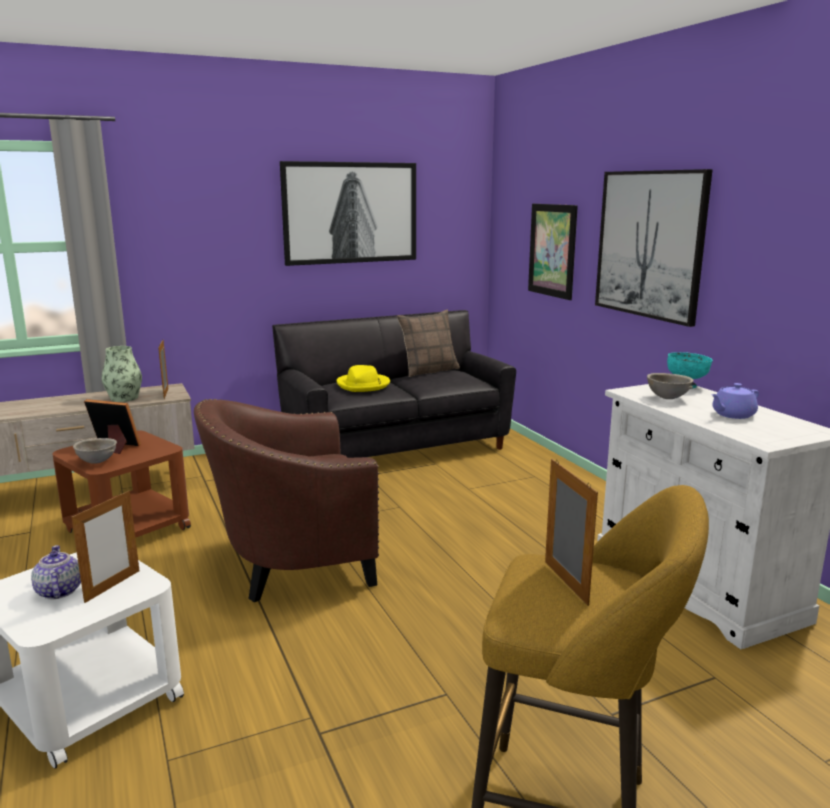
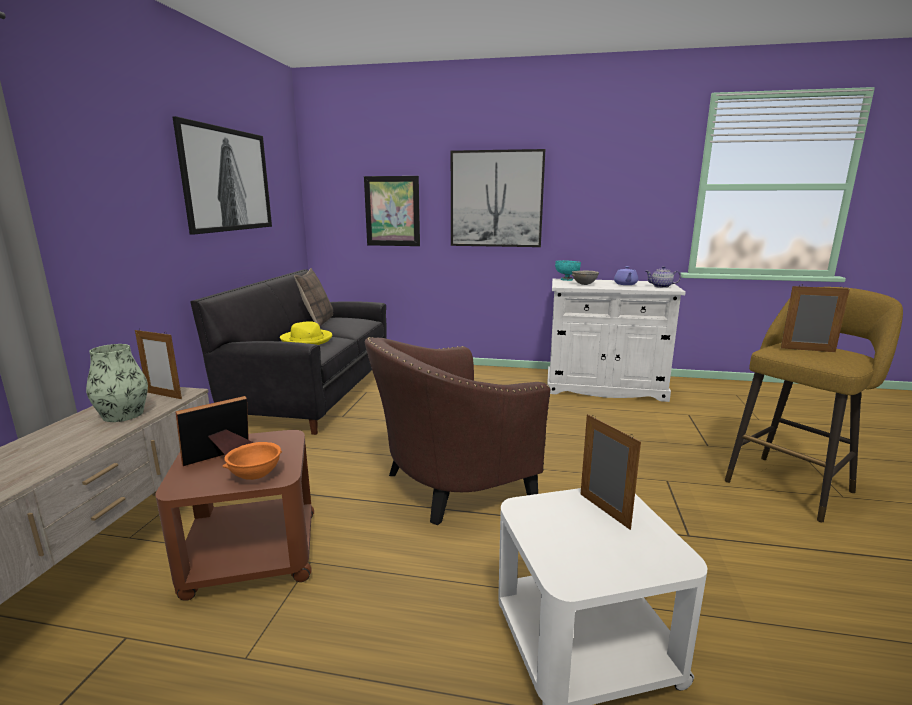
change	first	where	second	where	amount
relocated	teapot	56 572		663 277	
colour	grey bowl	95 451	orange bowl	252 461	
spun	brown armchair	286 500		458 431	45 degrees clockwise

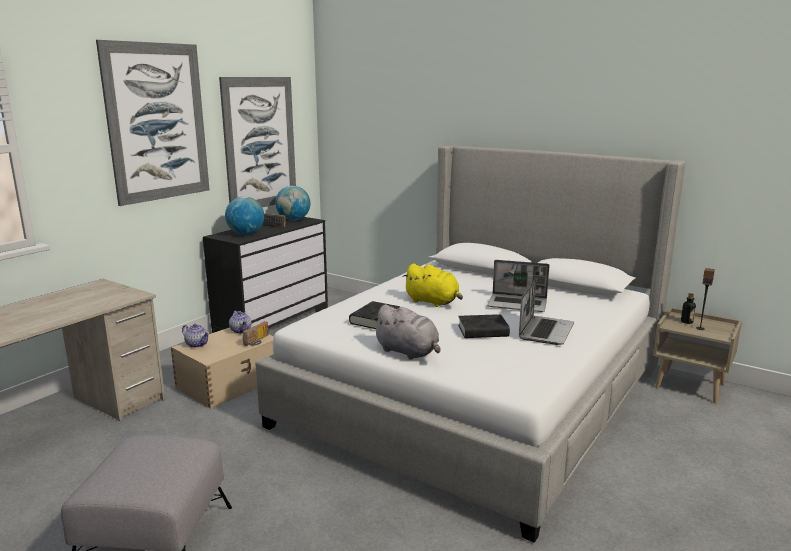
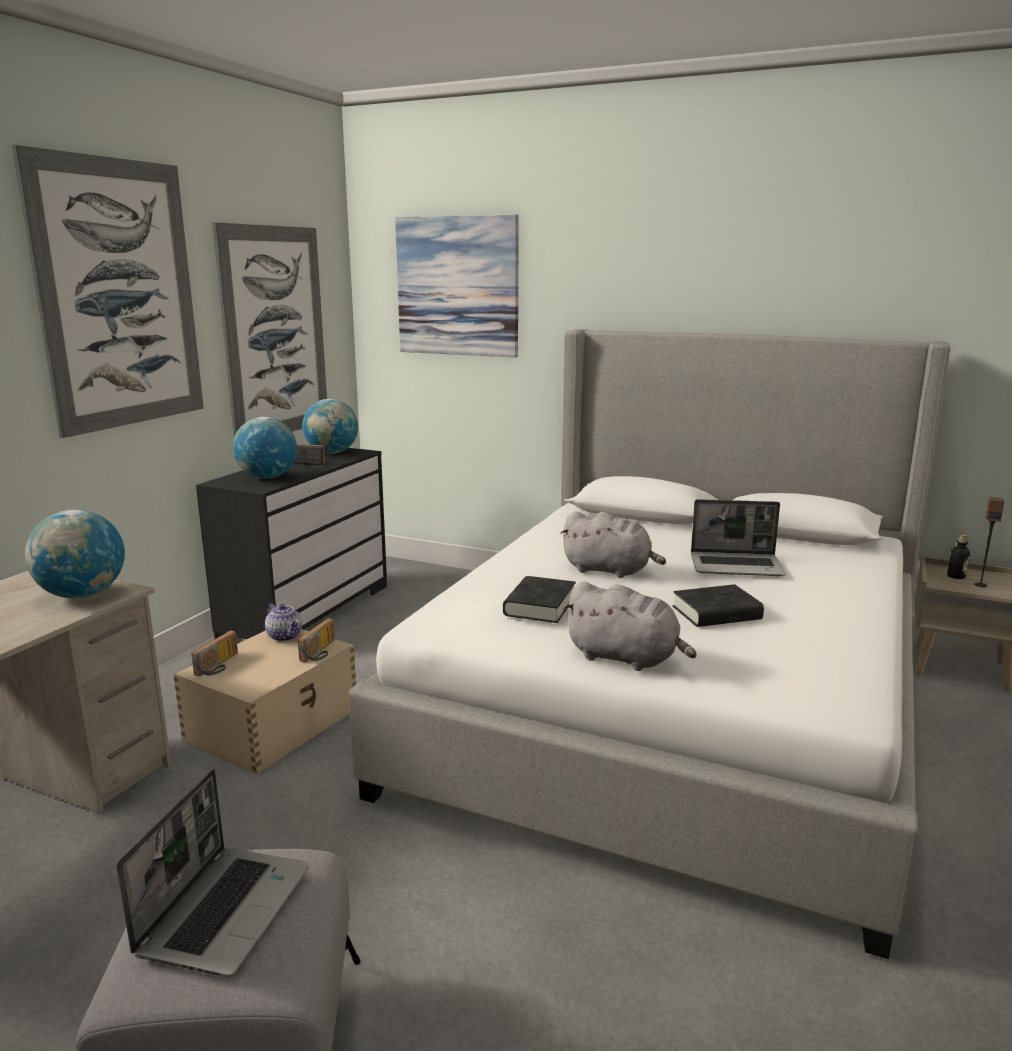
change	first	where	second	where	amount
appeared			globe	75 554	
appeared			picture	457 286	
relocated	laptop	546 312		213 873	
exchanged	teapot	196 336	radio	214 653	
colour	yellow plush toy	432 285	grey plush toy	613 545	

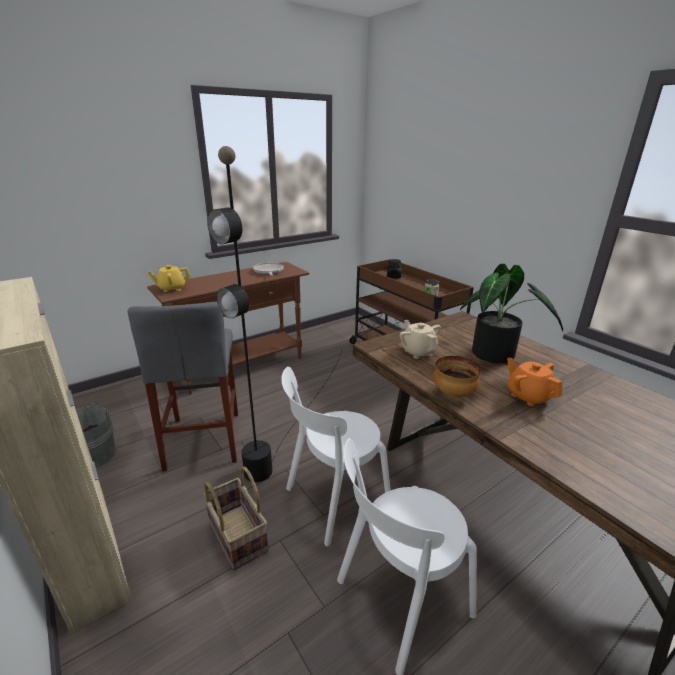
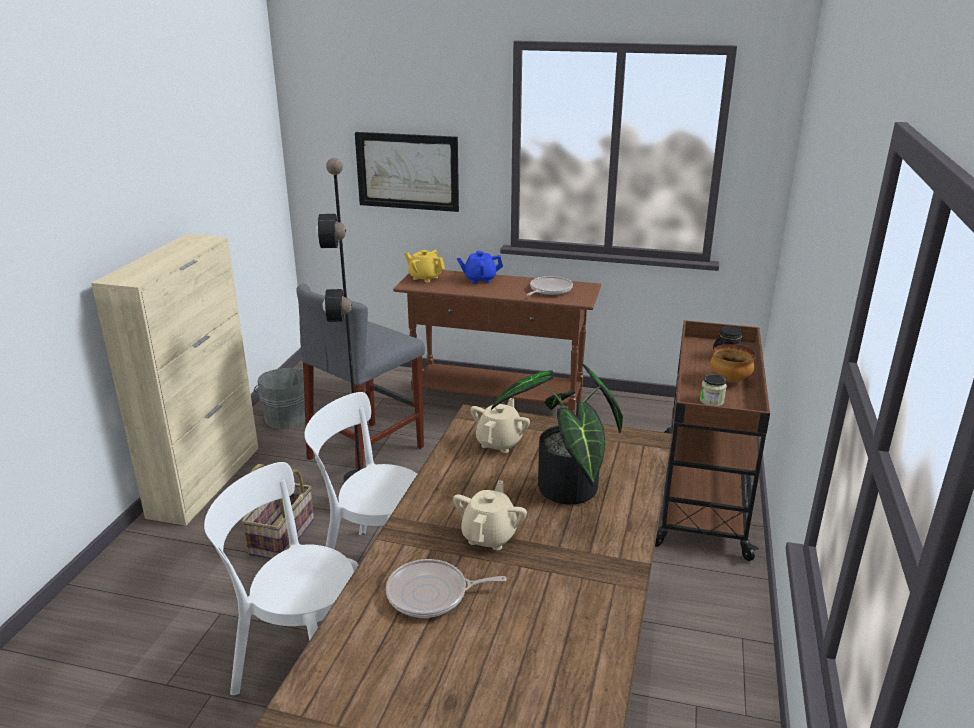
change	first	where	second	where	amount
appeared			picture	407 172	
appeared			frying pan	446 588	
appeared			blue teapot	480 267	
relocated	bowl	457 377		733 363	
colour	orange teapot	534 382	beige teapot	490 515	

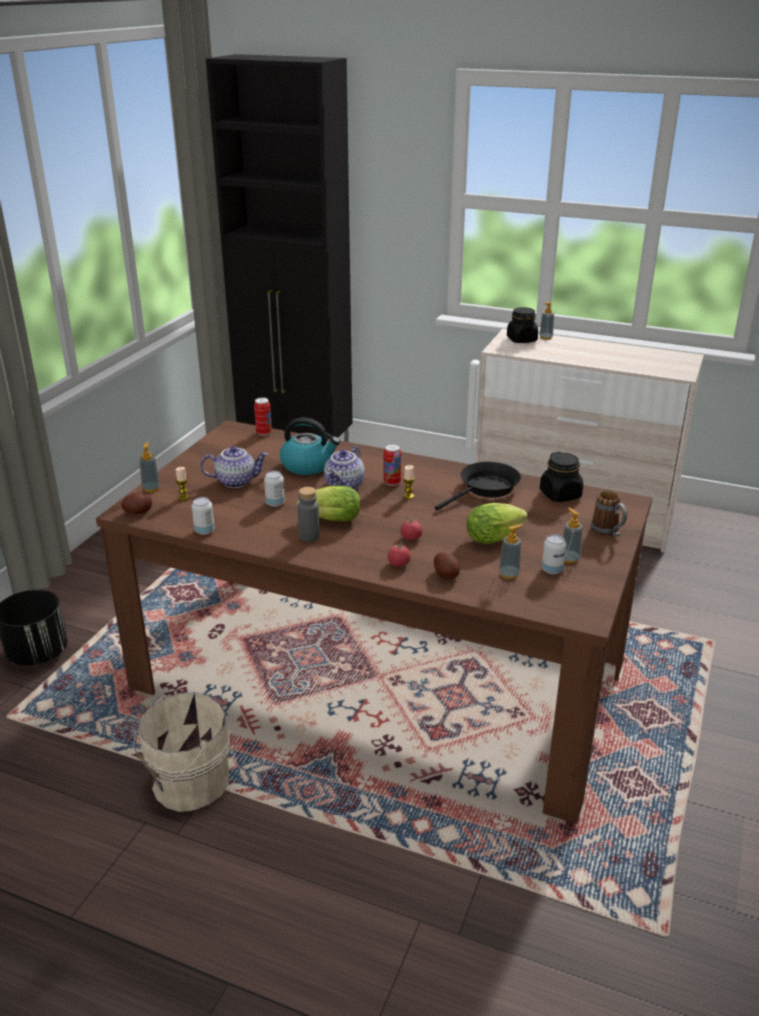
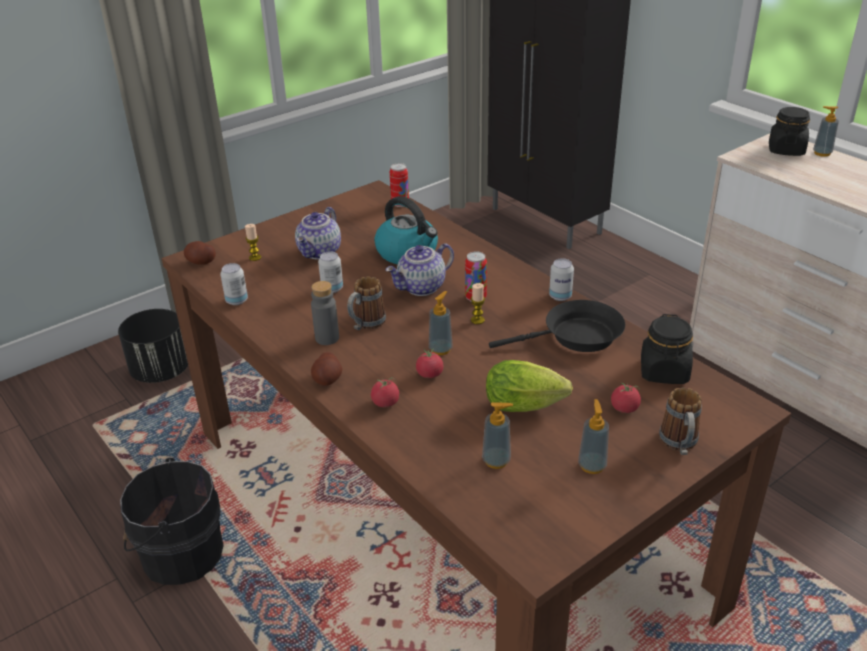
change	first	where	second	where	amount
appeared			tomato	626 398	
relocated	soap dispenser	149 467		441 323	
relocated	potato	447 565		326 369	
relocated	can	554 554		561 279	
exchanged	lettuce	328 503	mug	366 303	
colour	beige bucket	181 752	black bucket	172 521	
spun	teapot	234 467		318 233	90 degrees clockwise

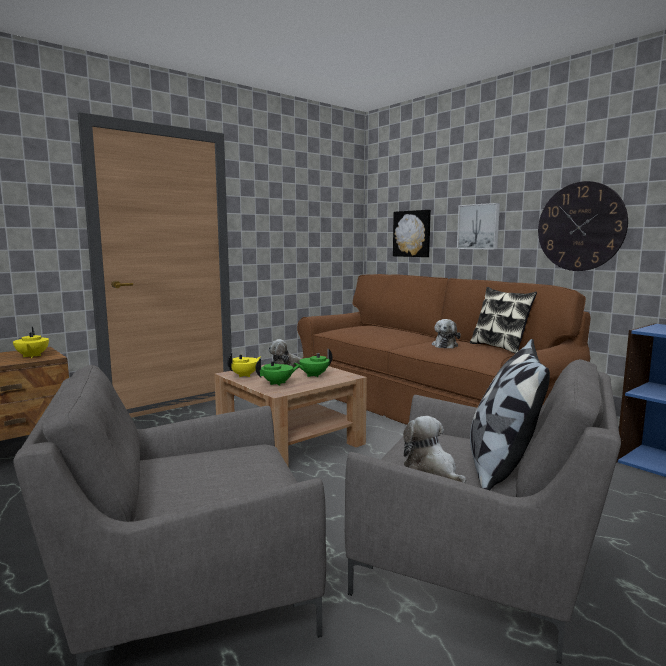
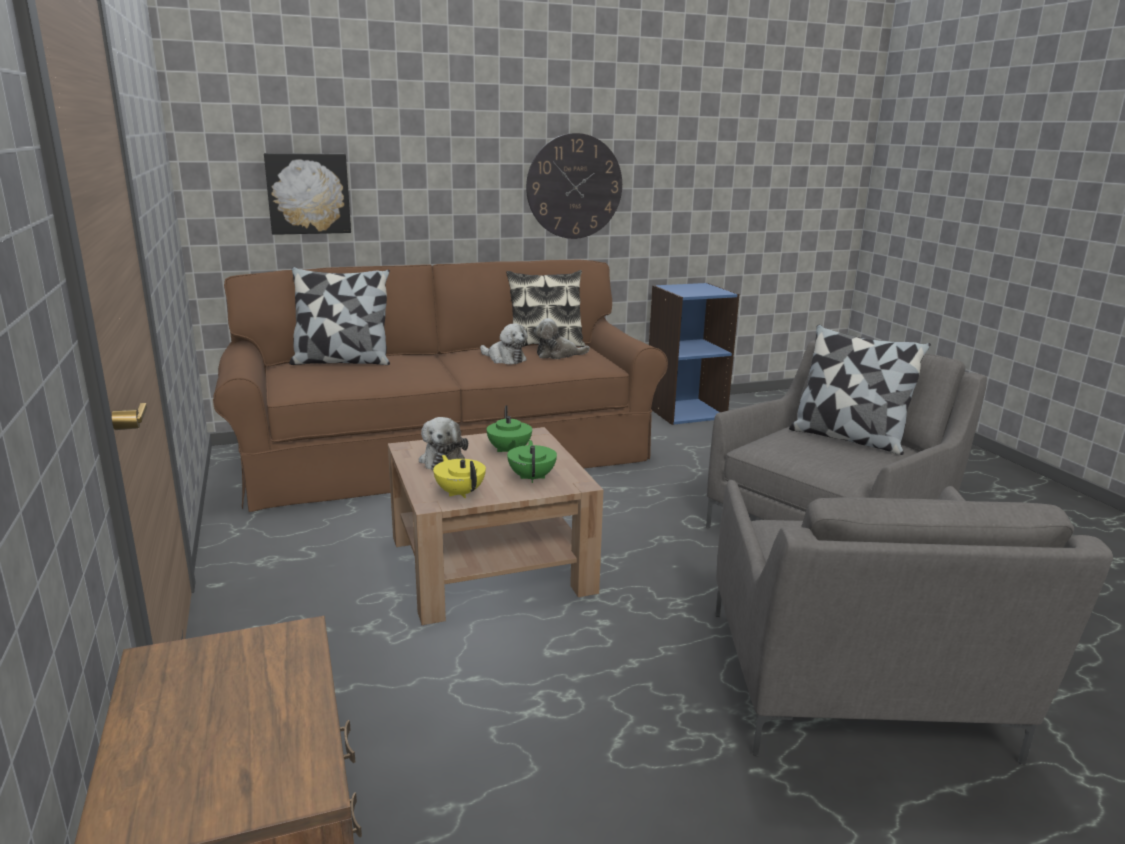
change	first	where	second	where	amount
missing	yellow teapot	31 342			
missing	picture	478 226			
appeared			pillow	339 316	
relocated	plush toy	434 449		562 338	

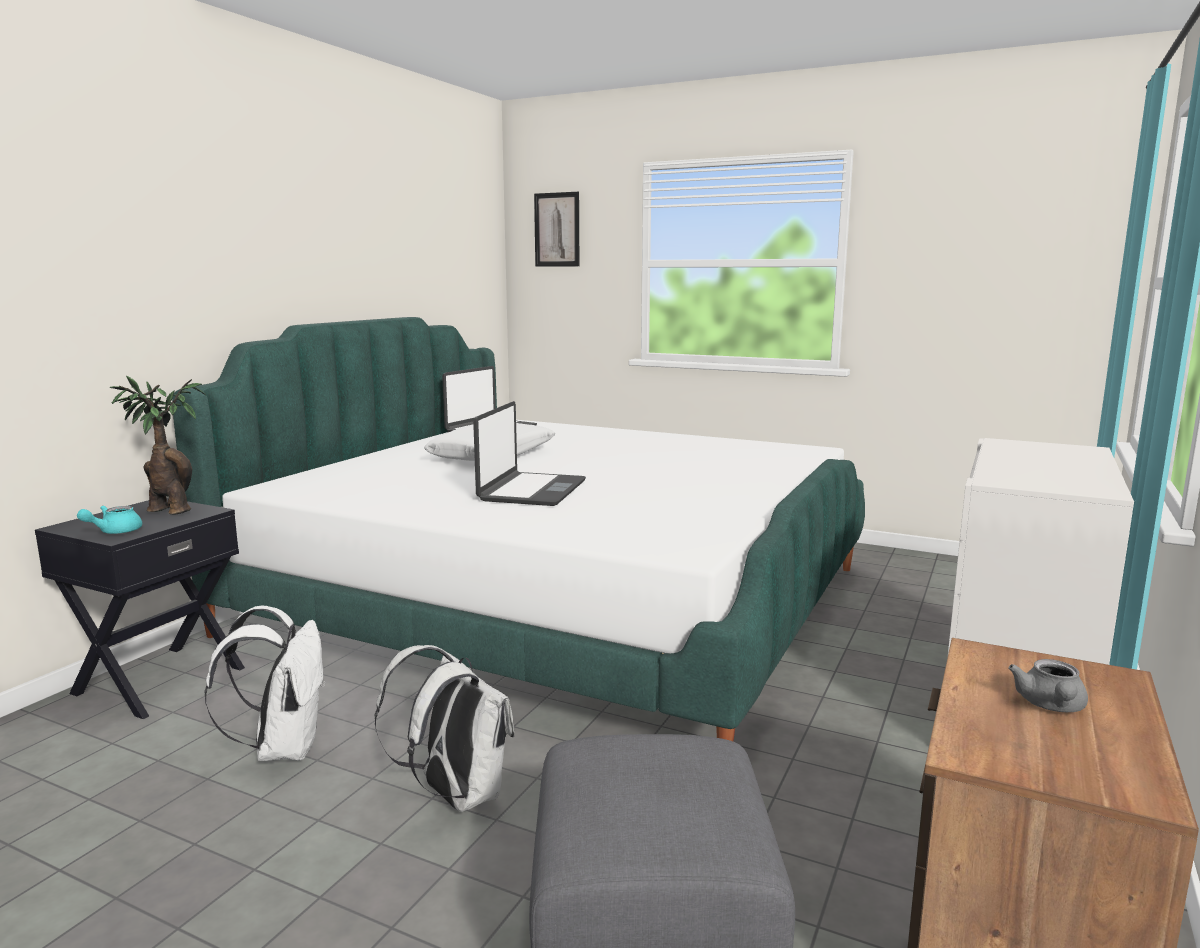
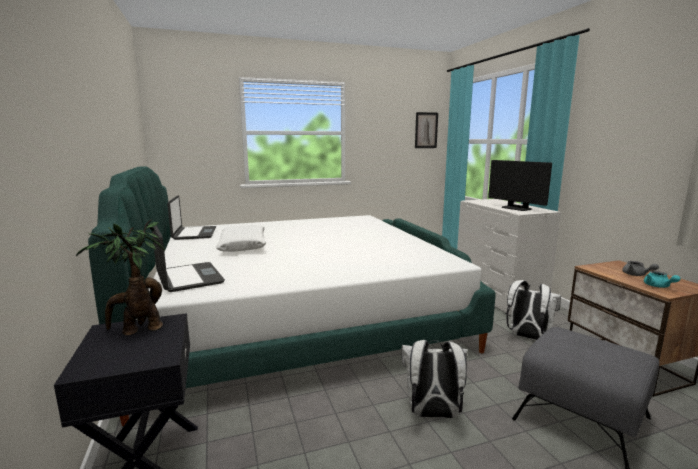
change	first	where	second	where	amount
appeared			monitor	520 185	
relocated	turquoise teapot	109 520		662 279	
relocated	white backpack	265 683		533 310	
relocated	laptop	529 453		188 258	
relocated	picture	556 229		426 130	

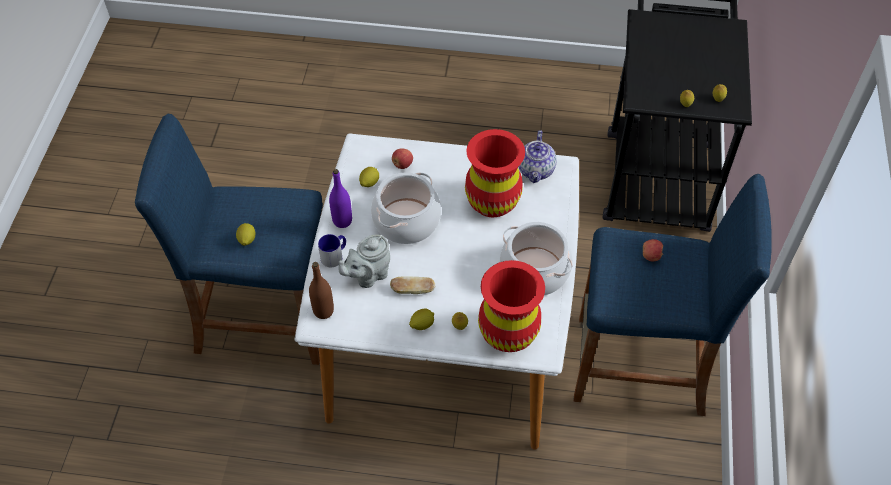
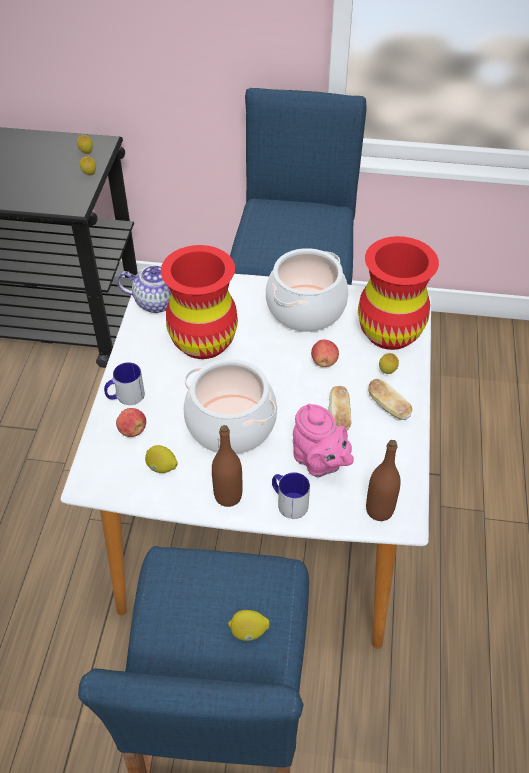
change	first	where	second	where	amount
appeared			mug	124 383	
relocated	apple	653 250		325 353	
exchanged	lemon	421 319	bread	390 399	
colour	purple bottle	340 198	brown bottle	227 466	
colour	grey teapot	364 261	pink teapot	323 440	

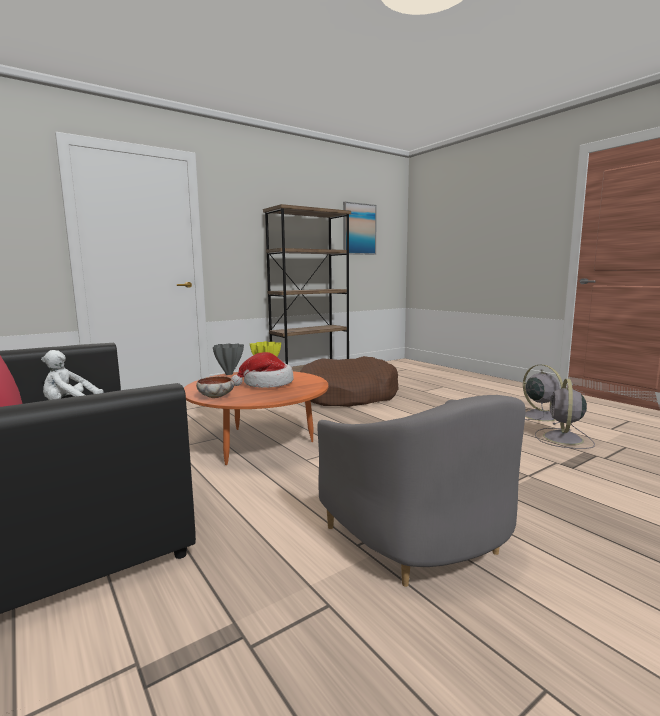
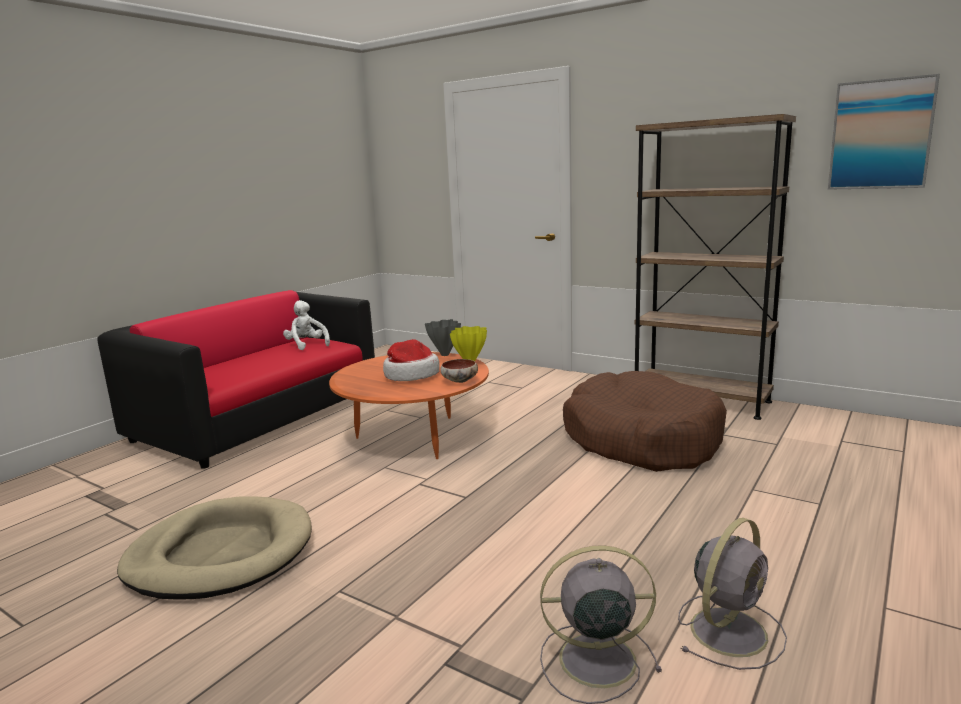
change	first	where	second	where	amount
relocated	bowl	215 387		459 371	
exchanged	grey armchair	421 491	beige dog bed	214 548	

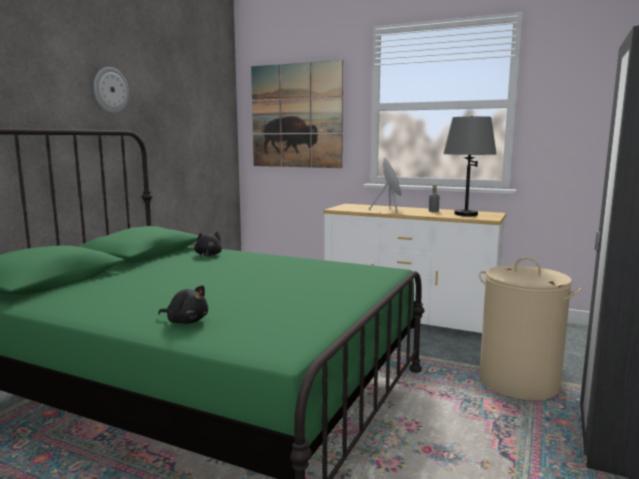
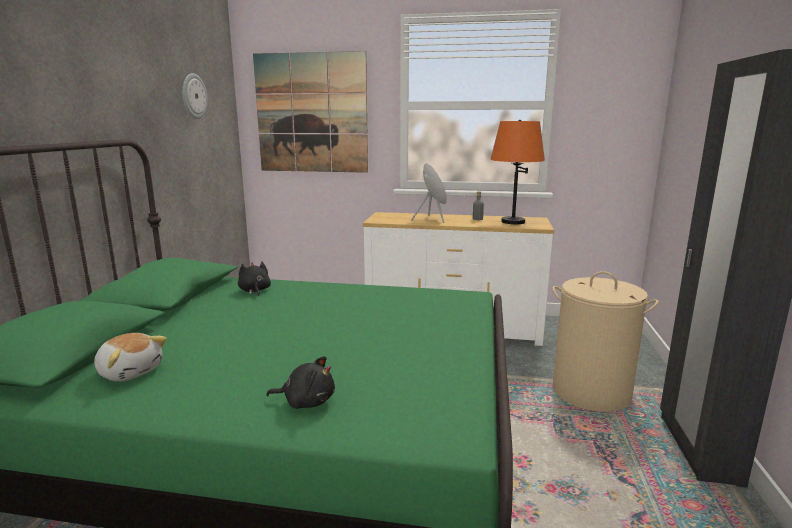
change	first	where	second	where	amount
appeared			plush toy	130 357	
relocated	wall clock	111 90		194 96	
colour	grey table lamp	470 166	orange table lamp	517 172	

